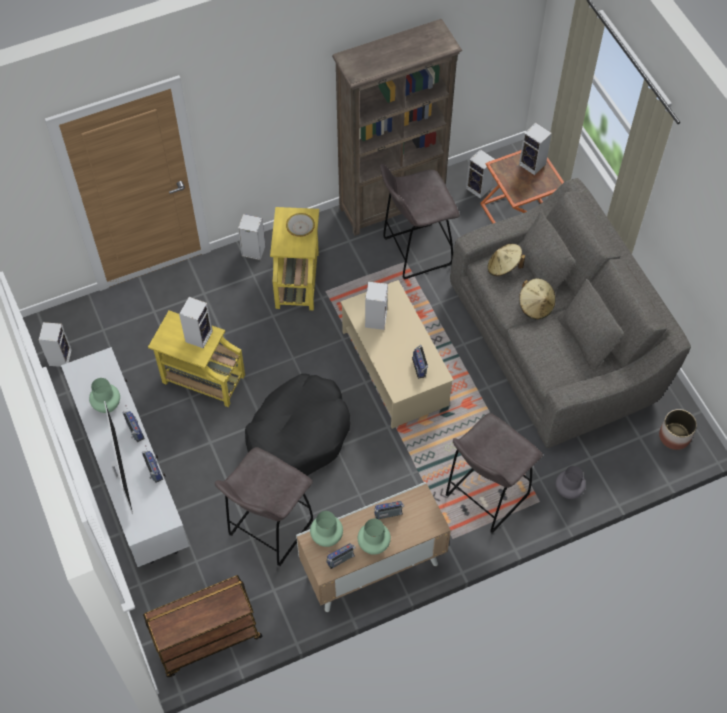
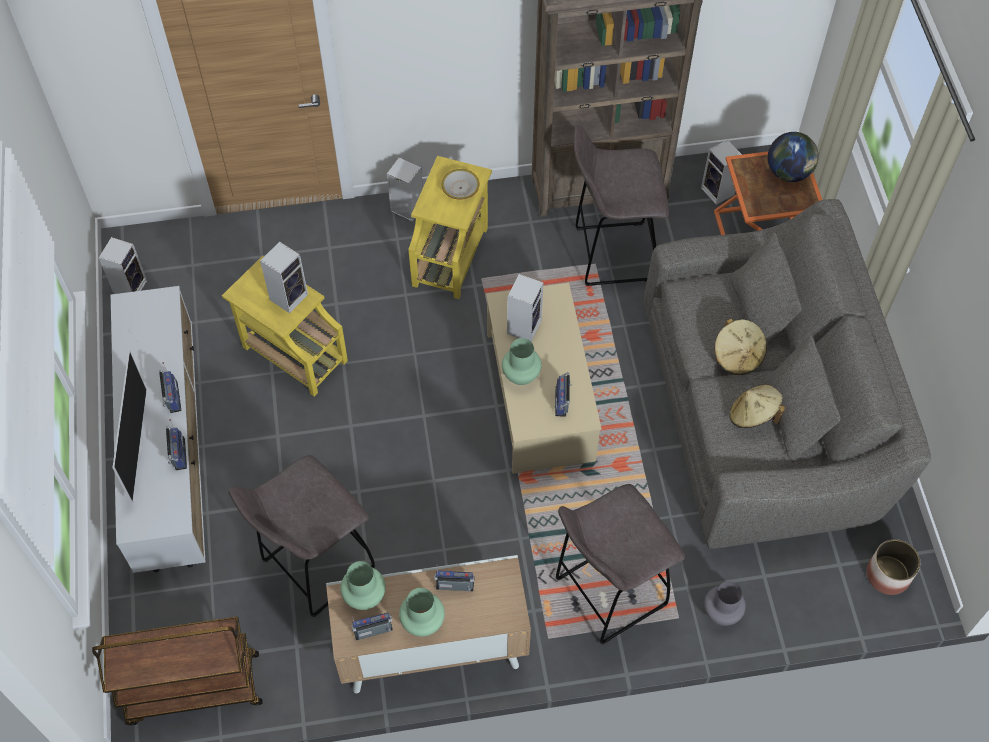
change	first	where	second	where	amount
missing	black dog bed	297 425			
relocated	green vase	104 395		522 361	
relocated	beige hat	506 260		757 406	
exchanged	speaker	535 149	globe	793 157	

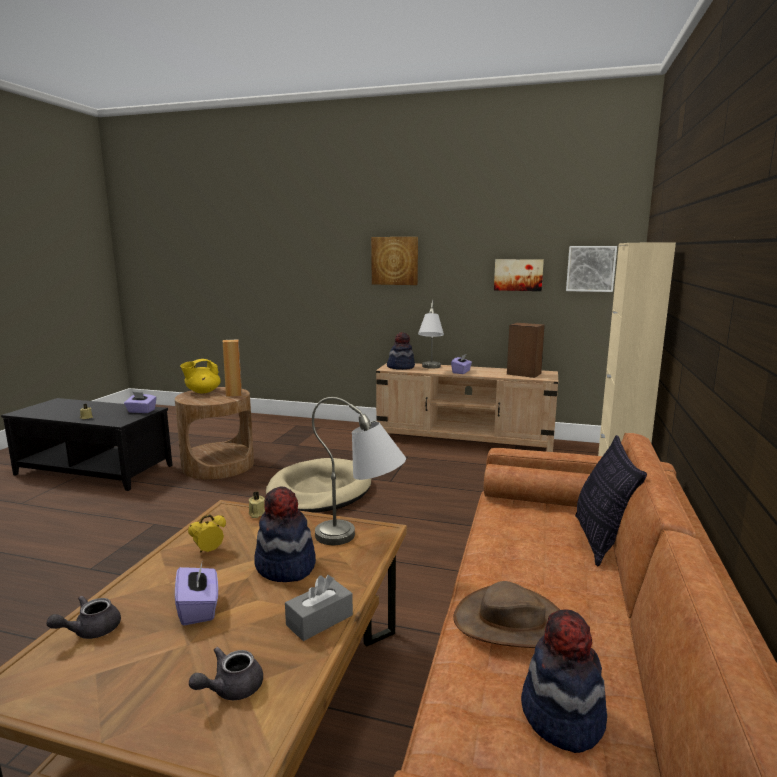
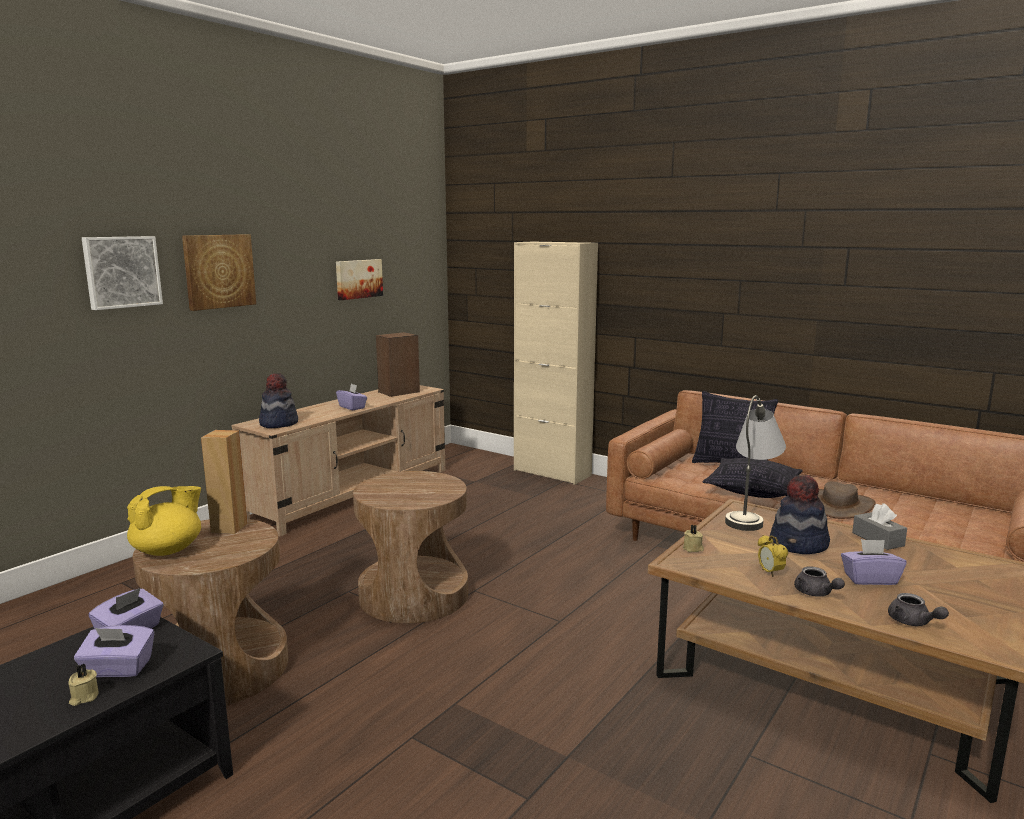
change	first	where	second	where	amount
missing	grey table lamp	431 334			
missing	hat	564 681			
appeared			purple tissue box	114 651	
appeared			pillow	753 478	
relocated	grey teapot	226 673		819 581	
relocated	picture	591 269		122 273	
exchanged	beige dog bed	318 485	brown side table	410 547	
spun	yellow teapot	200 376		164 521	120 degrees counterclockwise

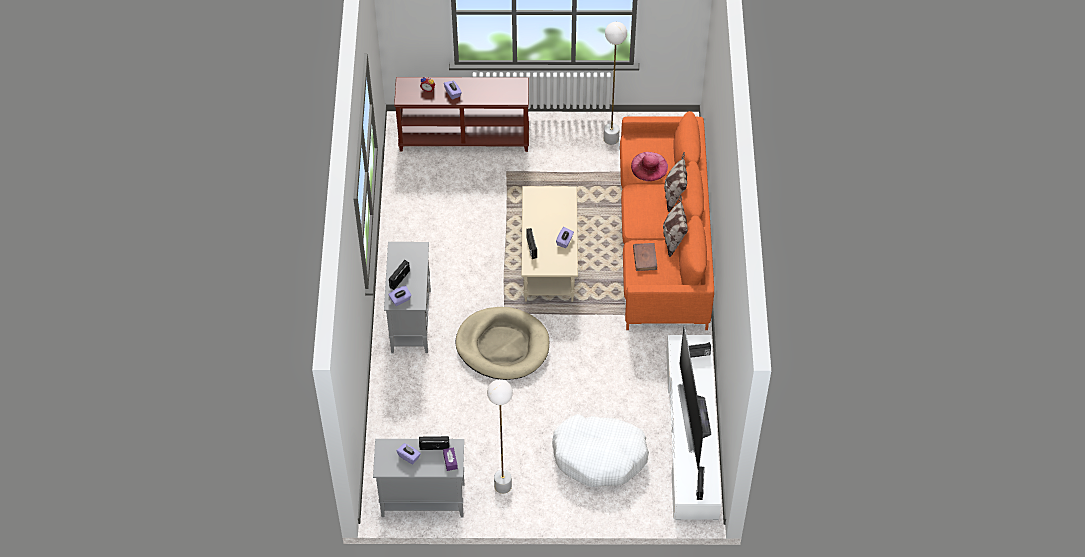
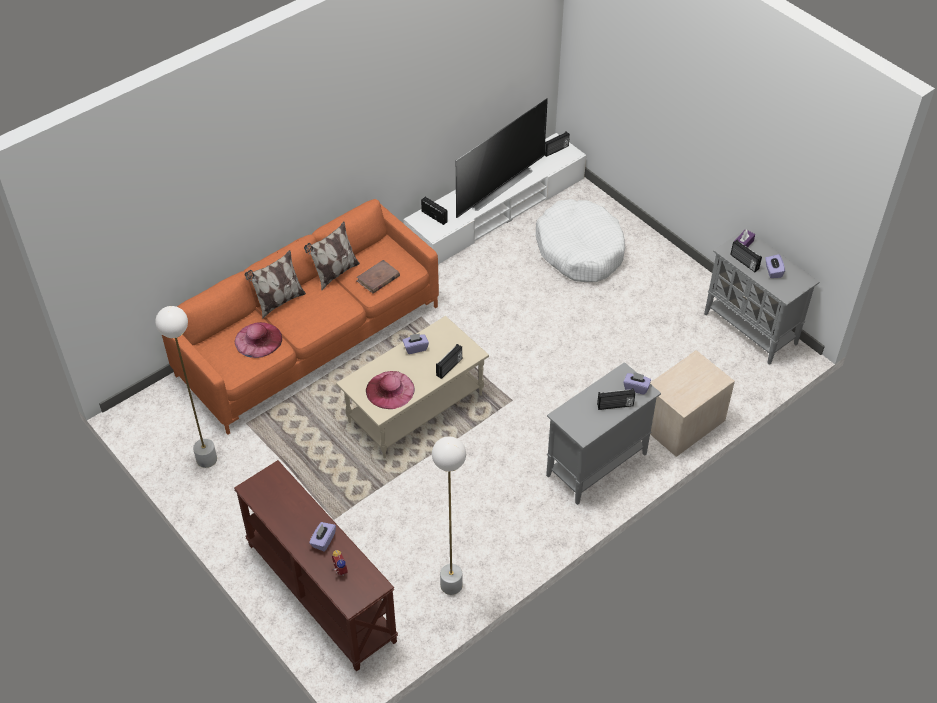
change	first	where	second	where	amount
missing	beige dog bed	502 343			
appeared			pink hat	390 390	
appeared			beige nightstand	692 403	
relocated	white floor lamp	500 436		449 515	

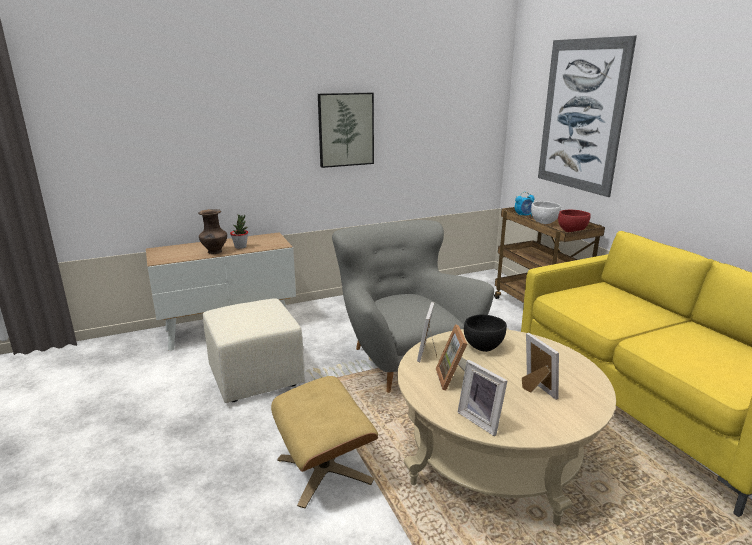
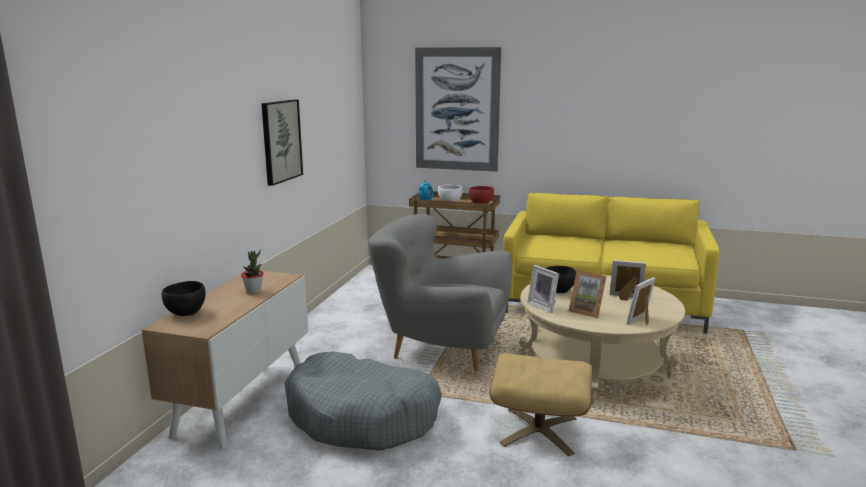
change	first	where	second	where	amount
missing	brown vase	212 231			
appeared			black bowl	184 298	
exchanged	beige ottoman	254 350	grey dog bed	363 401	
spun	picture frame	482 398		641 301	135 degrees clockwise

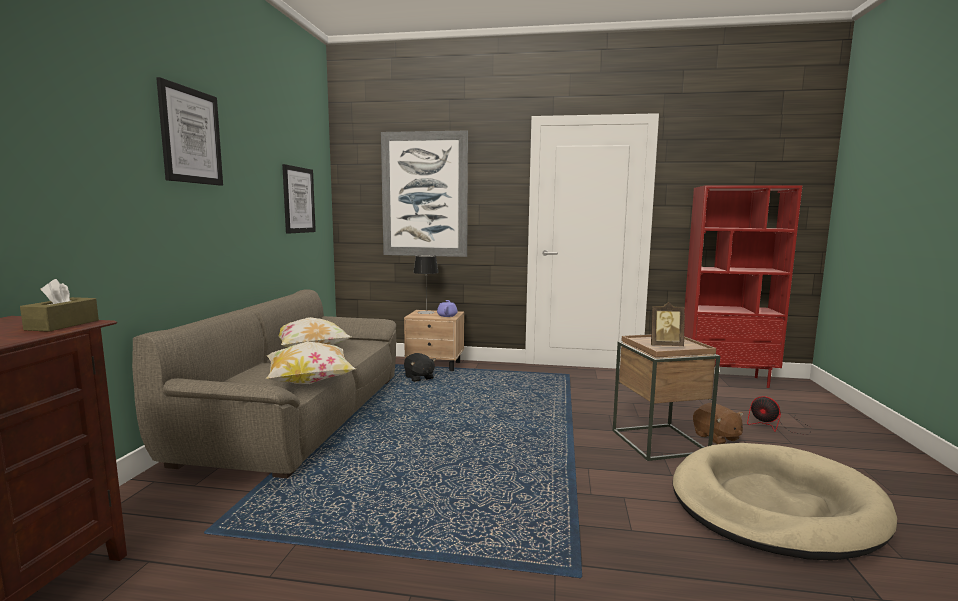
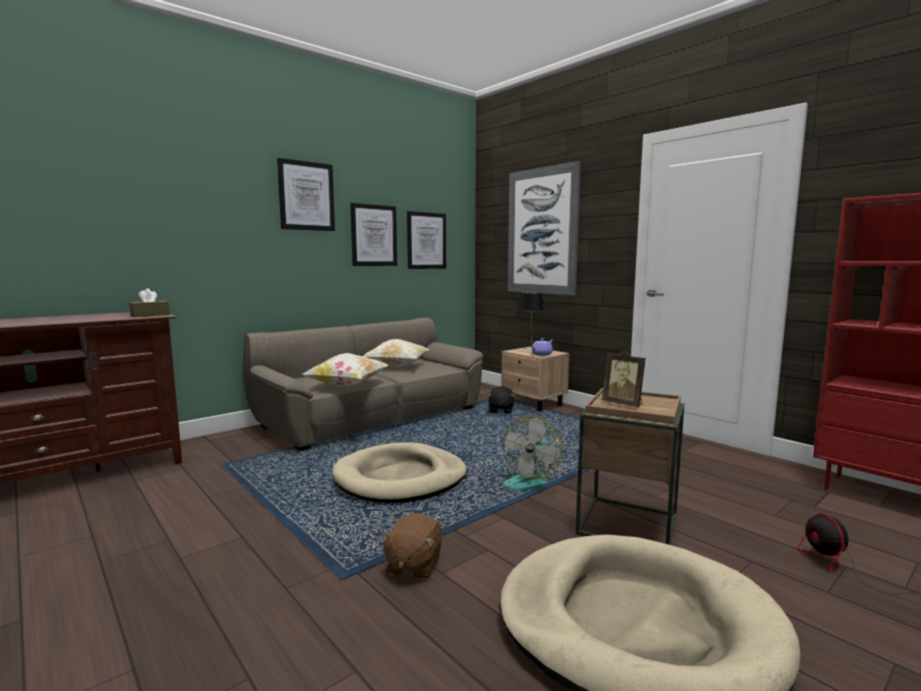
change	first	where	second	where	amount
appeared			beige dog bed	399 472	
appeared			picture	373 234	
appeared			fan	533 453	
relocated	brown plush toy	718 423		411 546	

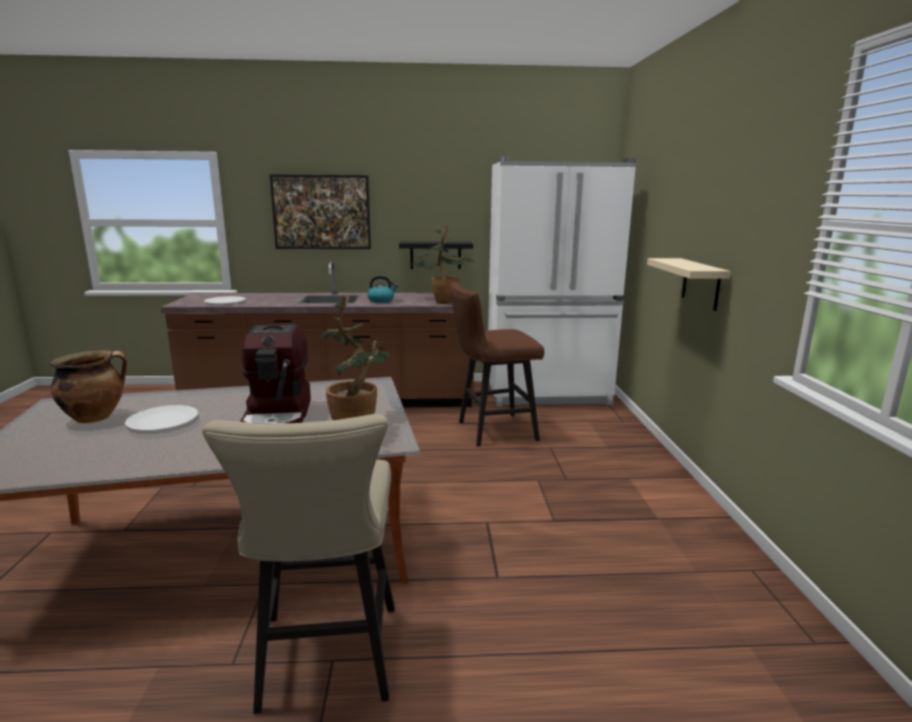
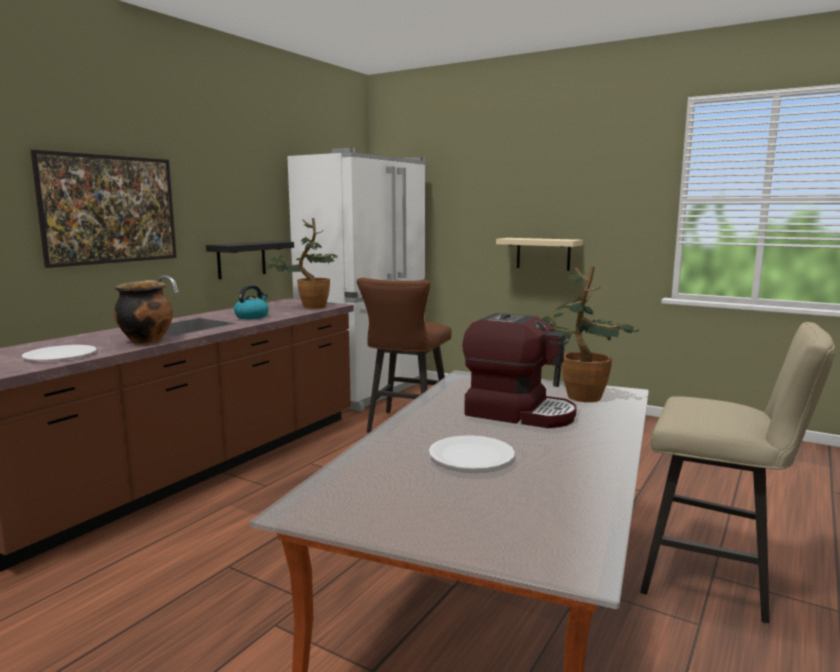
change	first	where	second	where	amount
relocated	cooking pot	88 386		143 312	

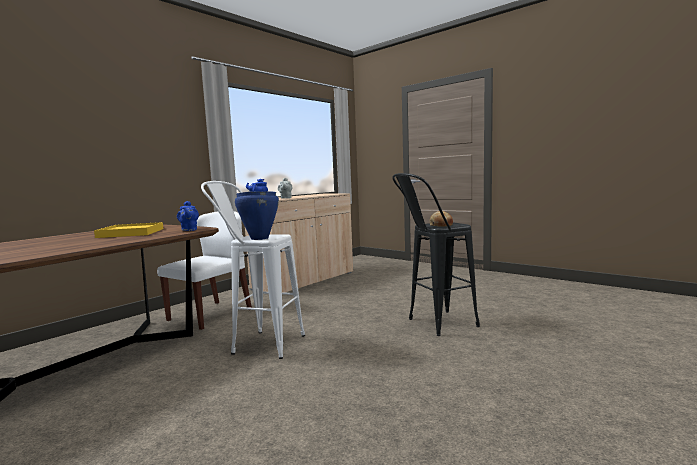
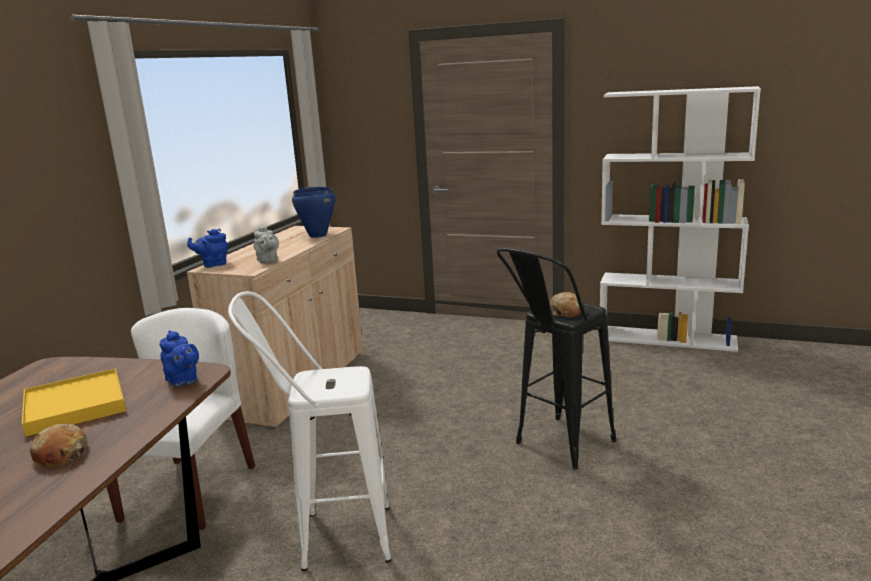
change	first	where	second	where	amount
appeared			bread	59 445	
appeared			white bookcase	680 219	
relocated	blue cooking pot	257 215		314 212	

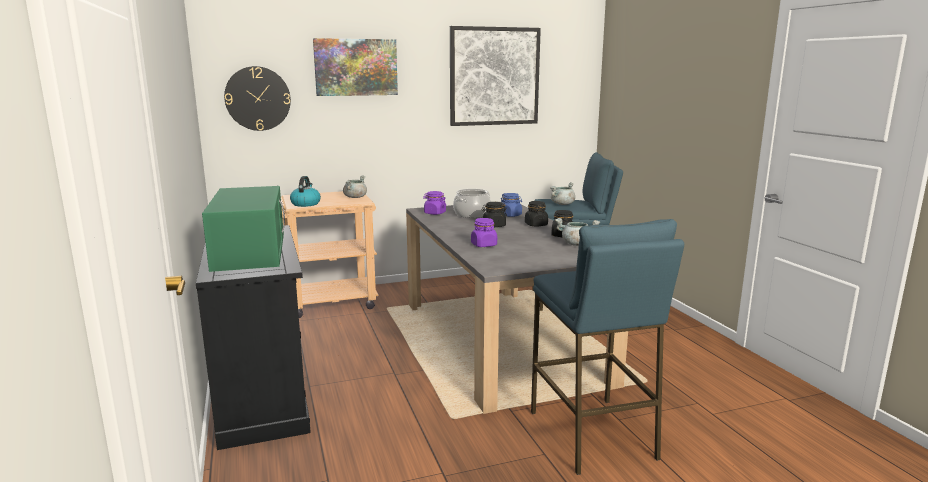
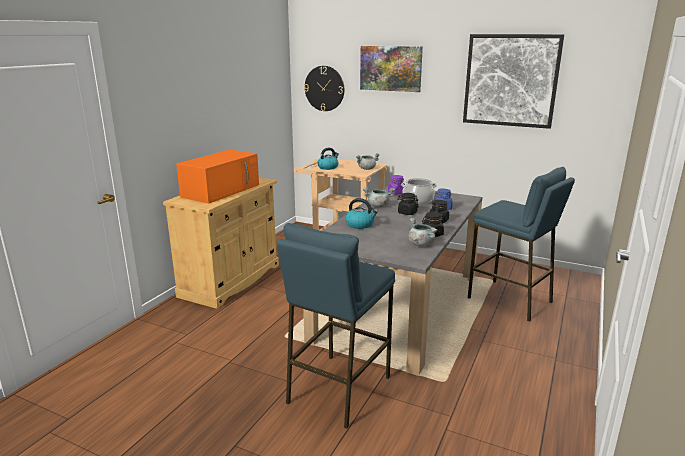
change	first	where	second	where	amount
relocated	grey cooking pot	563 193		379 197	
exchanged	purple jar	484 232	kettle	362 213	
colour	black cabinet	253 337	beige cabinet	221 243	
colour	green microwave	243 229	orange microwave	217 177	

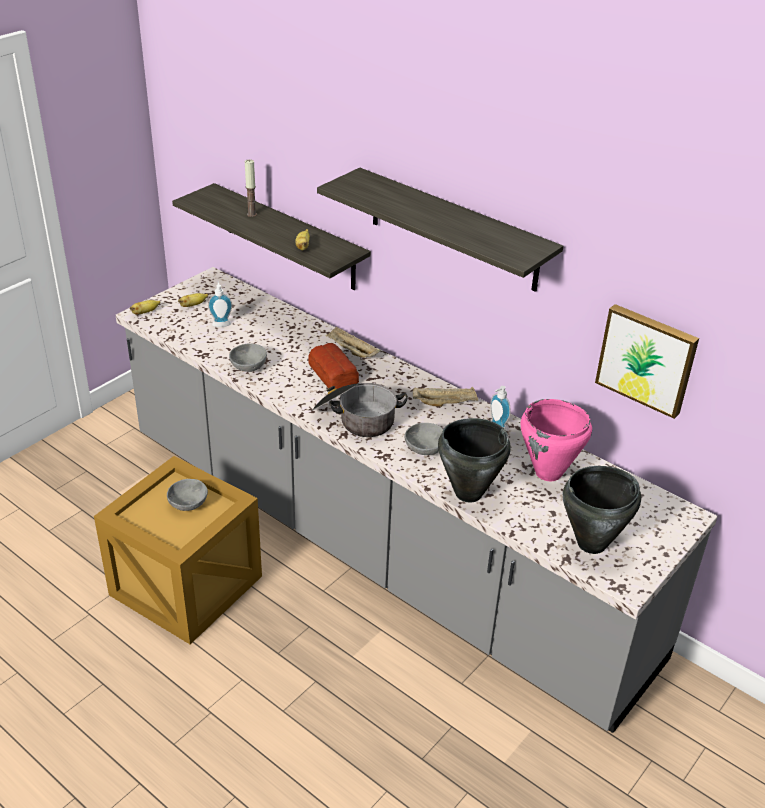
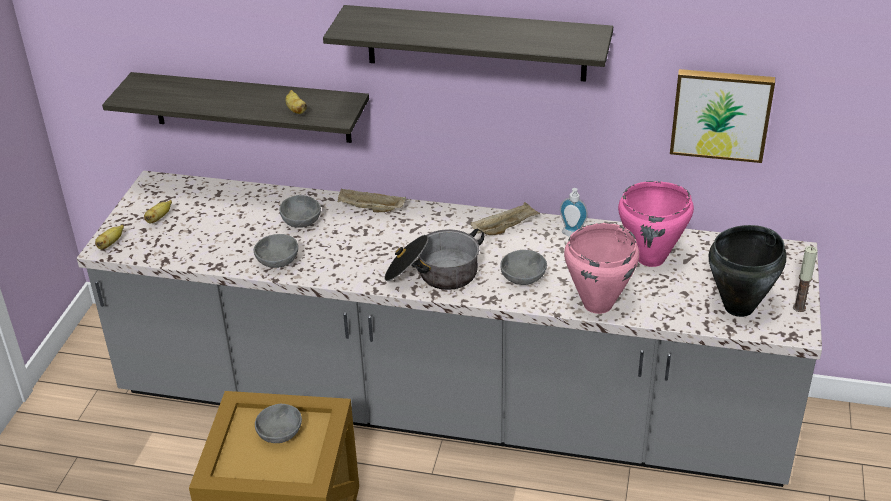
change	first	where	second	where	amount
missing	soap dispenser	220 304			
missing	bread	333 366			
appeared			grey bowl	300 211	
relocated	candle	251 188		805 279	
colour	black cooking pot	474 460	pink cooking pot	601 268	

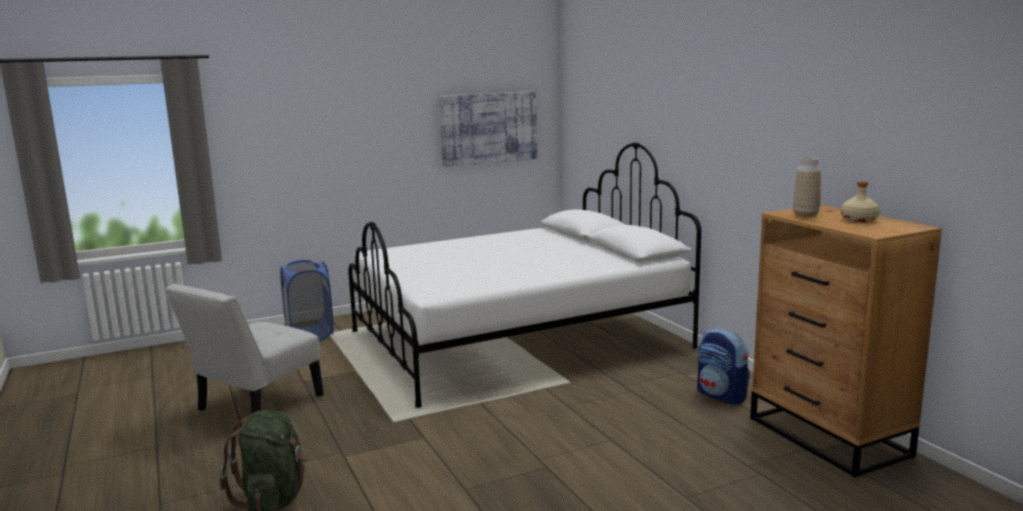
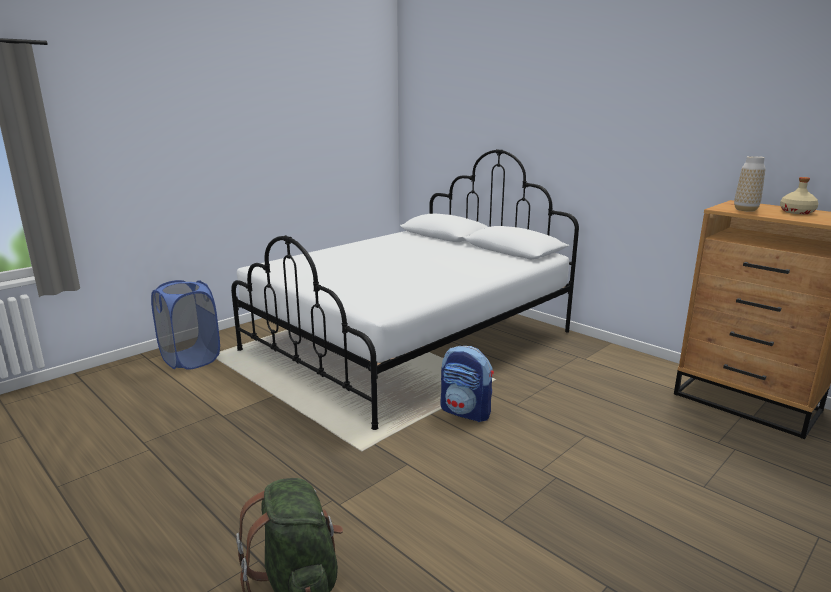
change	first	where	second	where	amount
missing	white chair	245 349			
missing	picture	488 129			
relocated	backpack	723 366		467 384	

